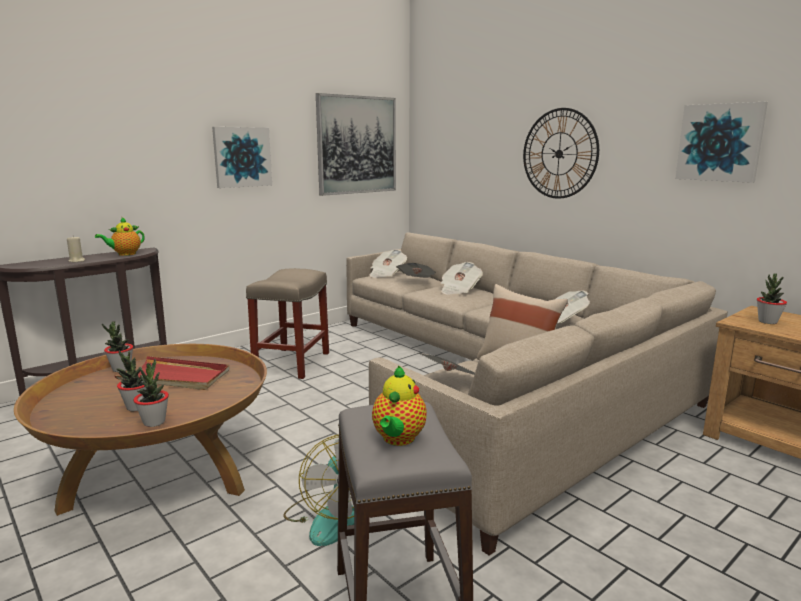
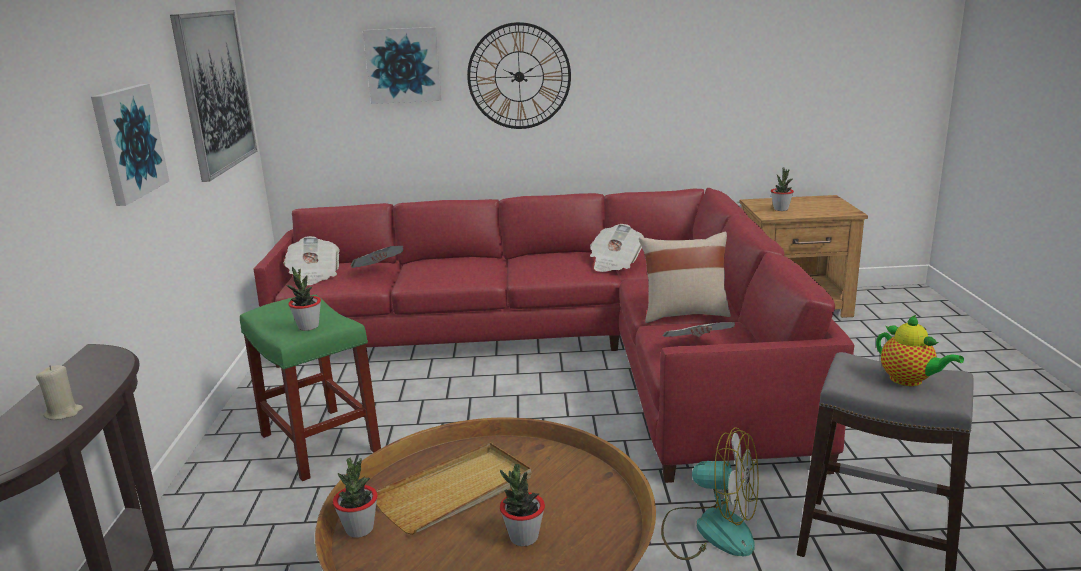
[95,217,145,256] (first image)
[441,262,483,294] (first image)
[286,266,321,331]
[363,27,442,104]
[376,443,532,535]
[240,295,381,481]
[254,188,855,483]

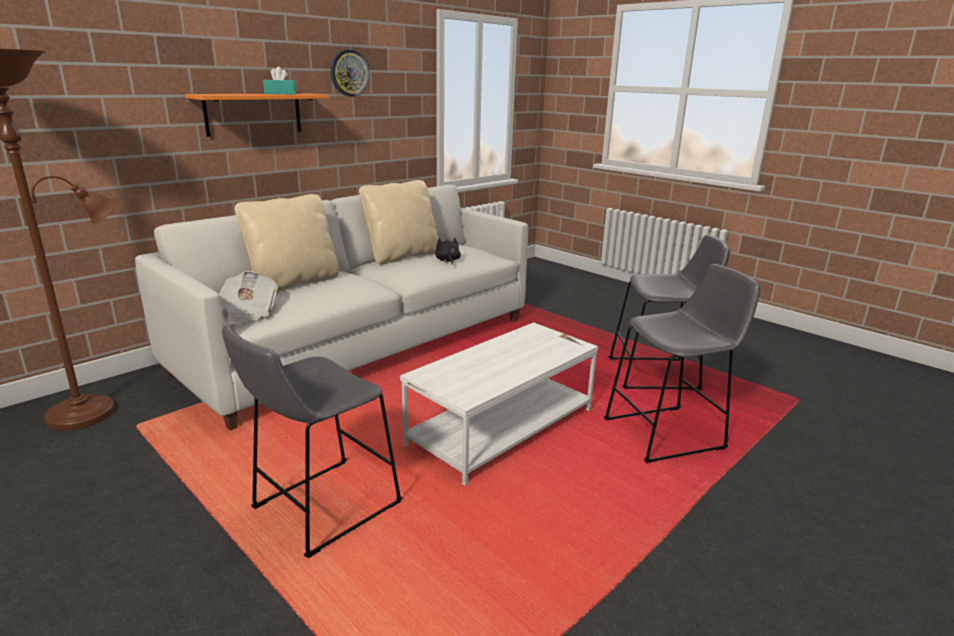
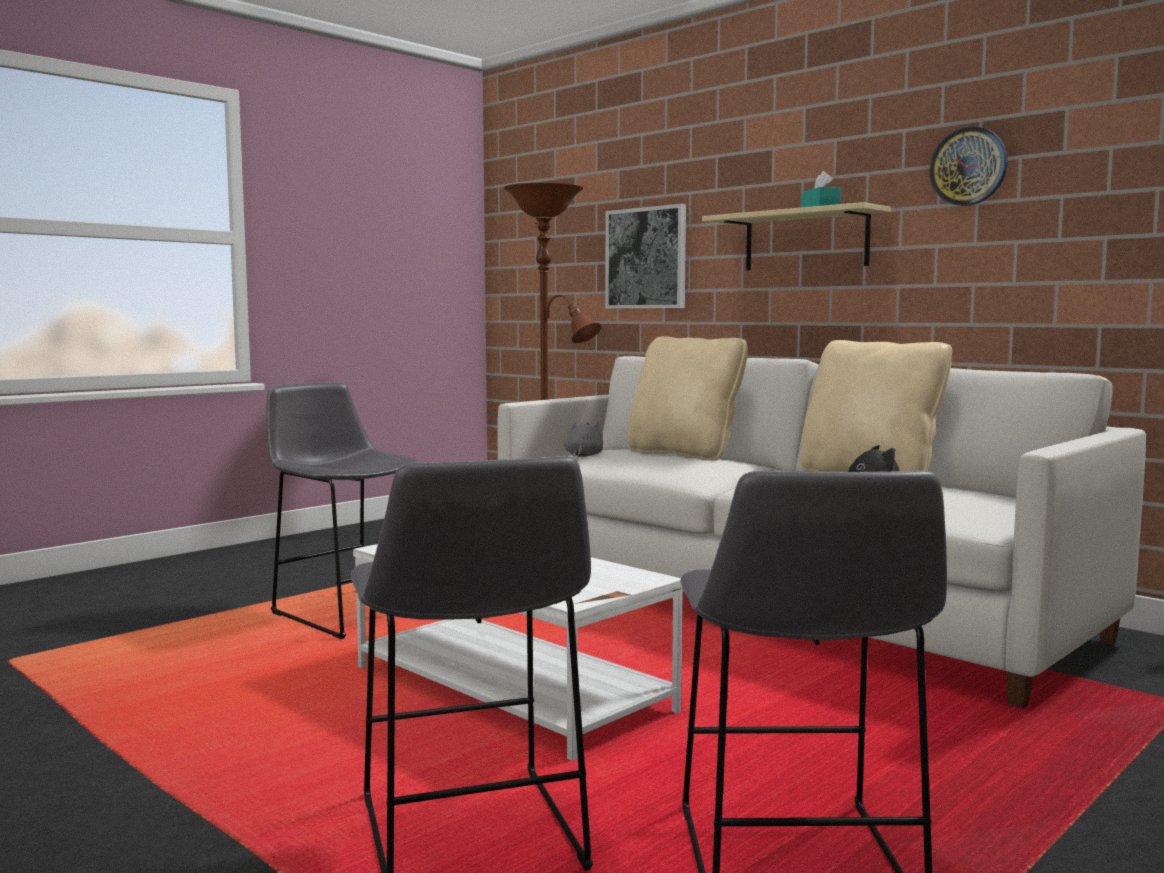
[605,204,686,308]
[564,421,603,458]
[702,202,891,270]

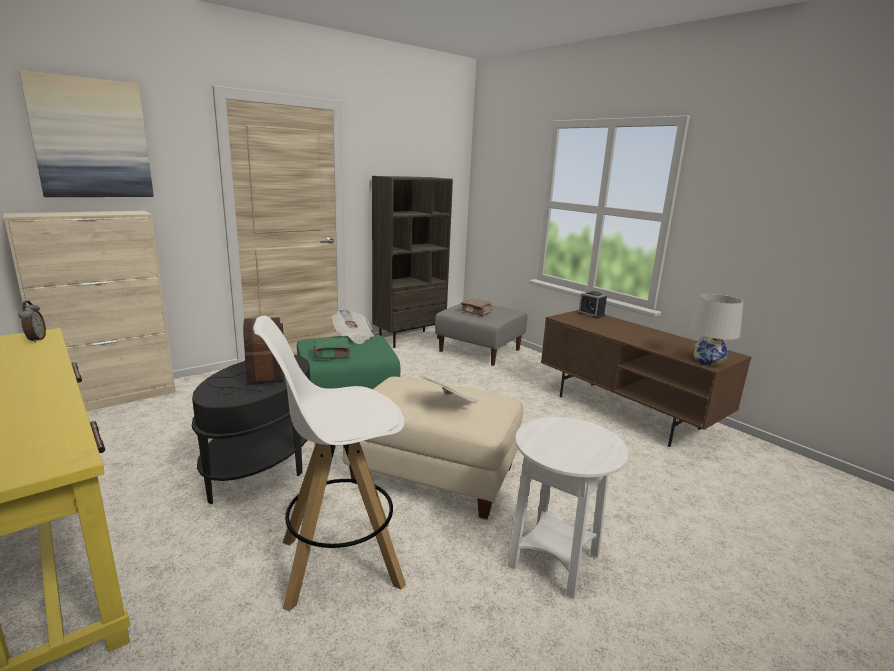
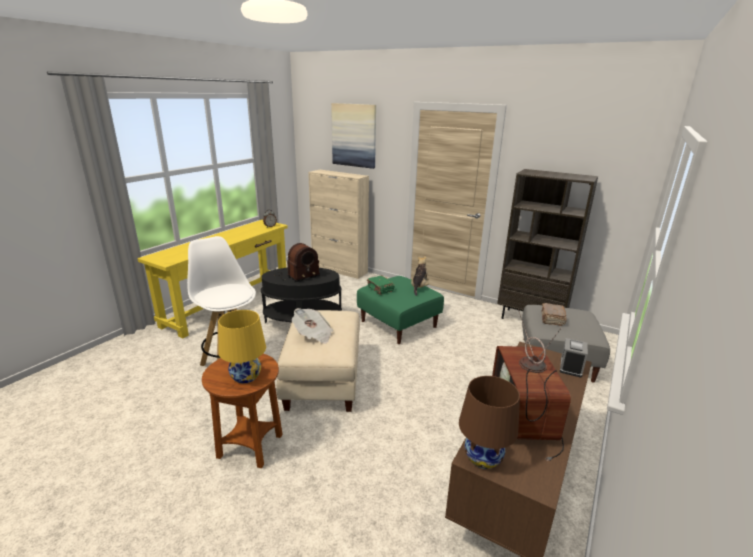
[218,310,266,383]
[492,309,571,461]
[411,256,429,296]
[202,354,283,468]
[459,376,520,469]

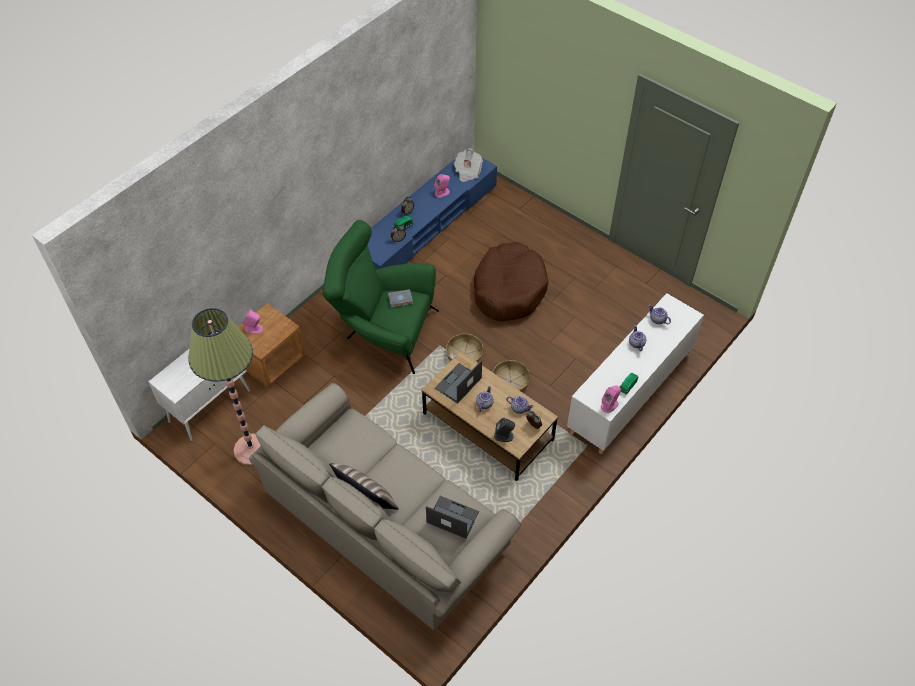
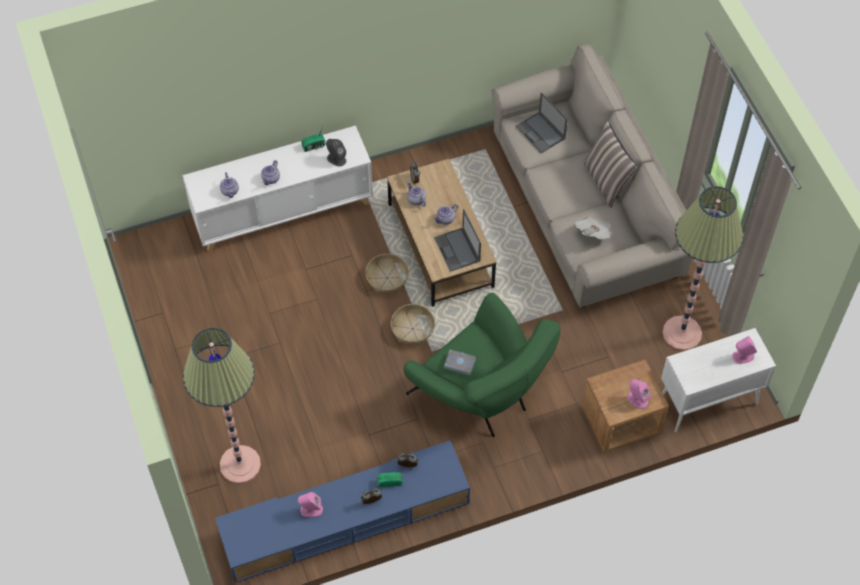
[474,241,548,322] (first image)
[183,328,261,484]
[575,216,612,239]
[326,139,346,167]
[732,336,757,364]
[434,209,481,272]

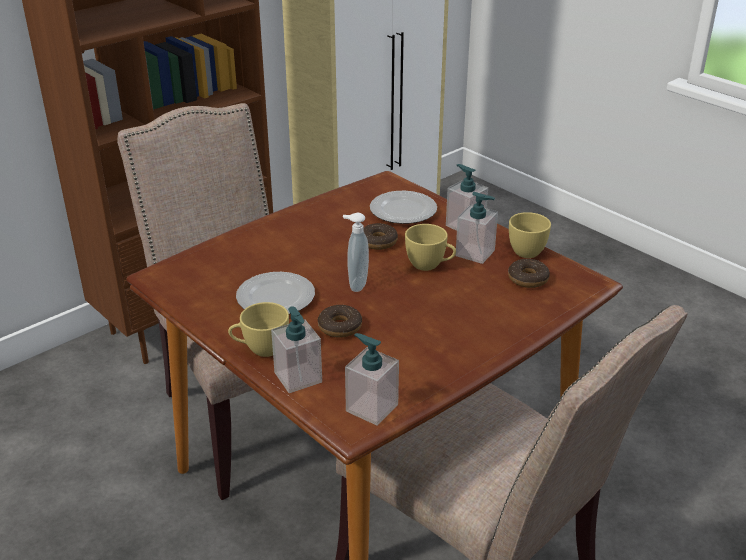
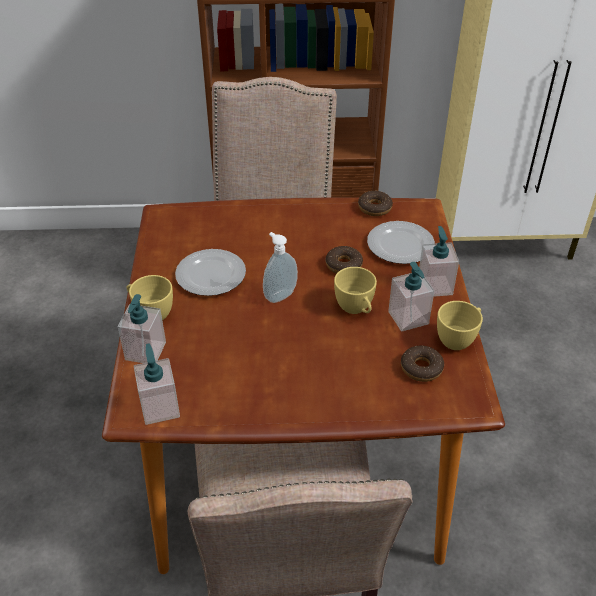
[358,191,393,216]

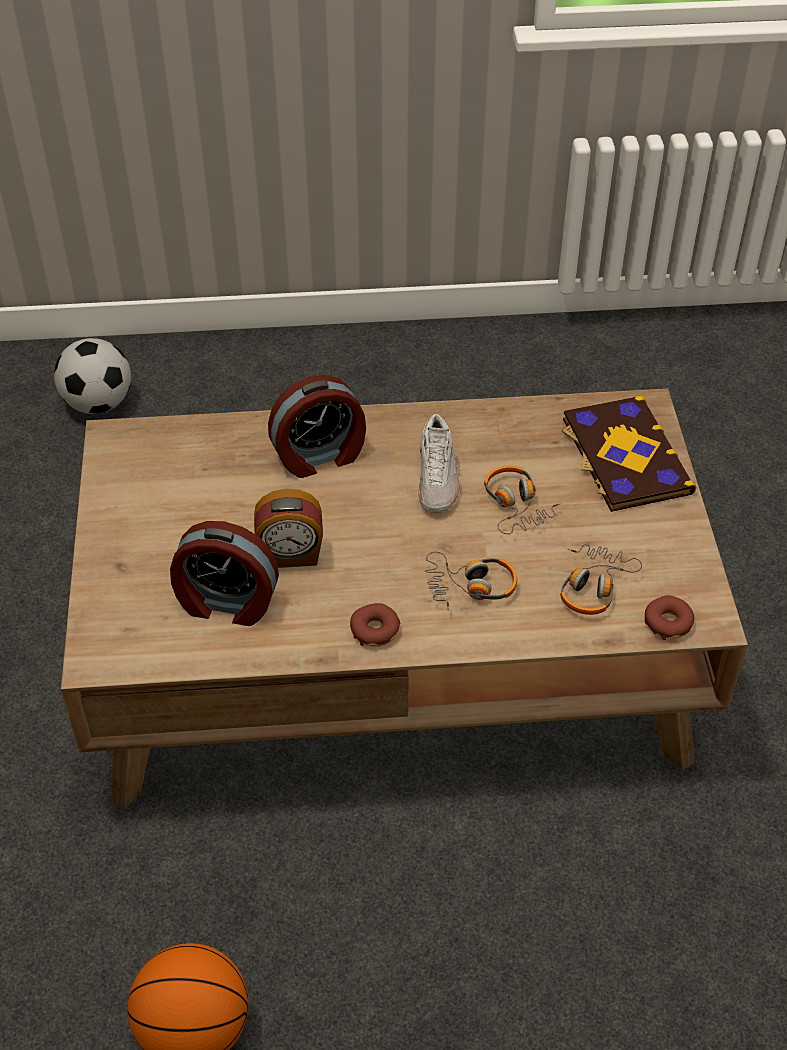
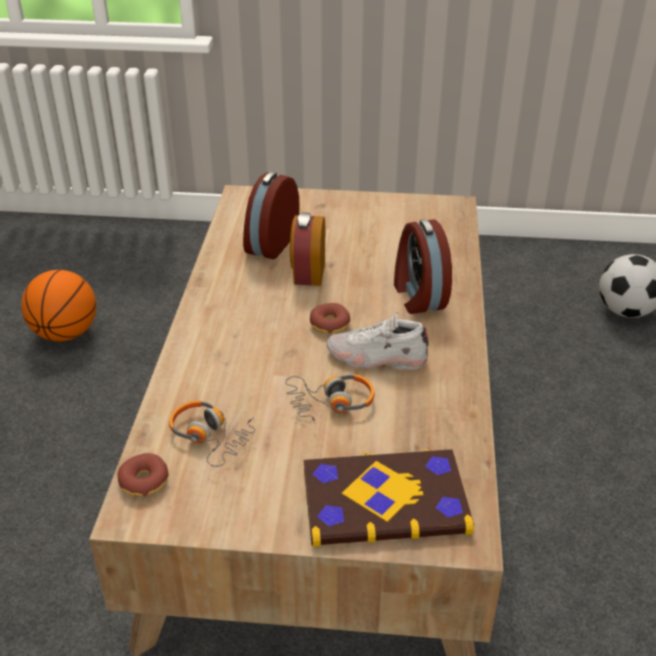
[425,552,517,610] (first image)
[310,303,350,334]

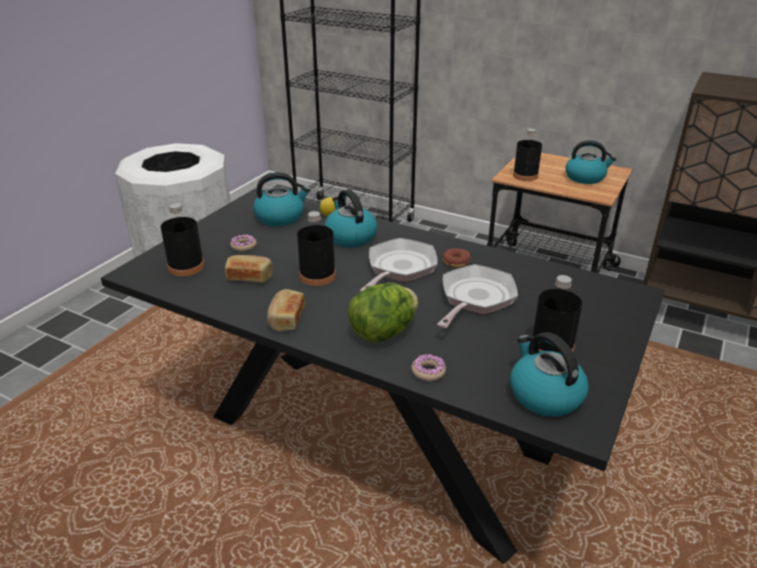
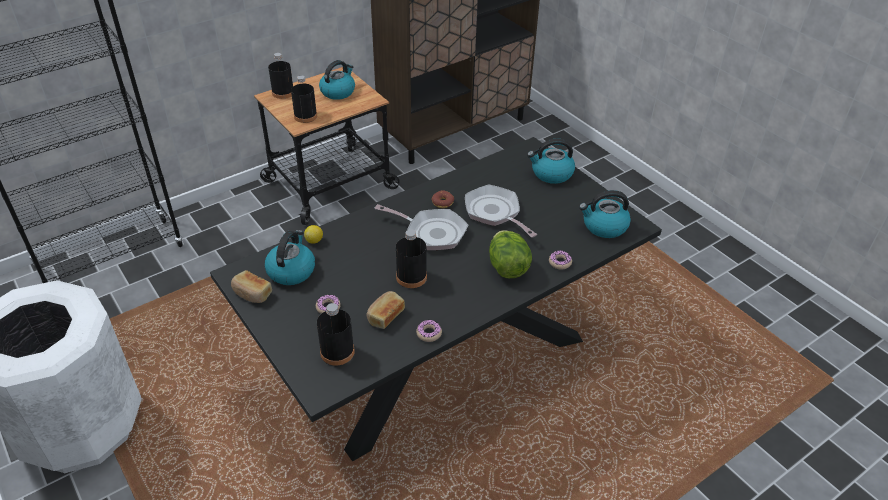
[416,320,442,342]
[231,270,272,303]
[527,139,575,184]
[268,53,293,99]
[375,204,468,250]

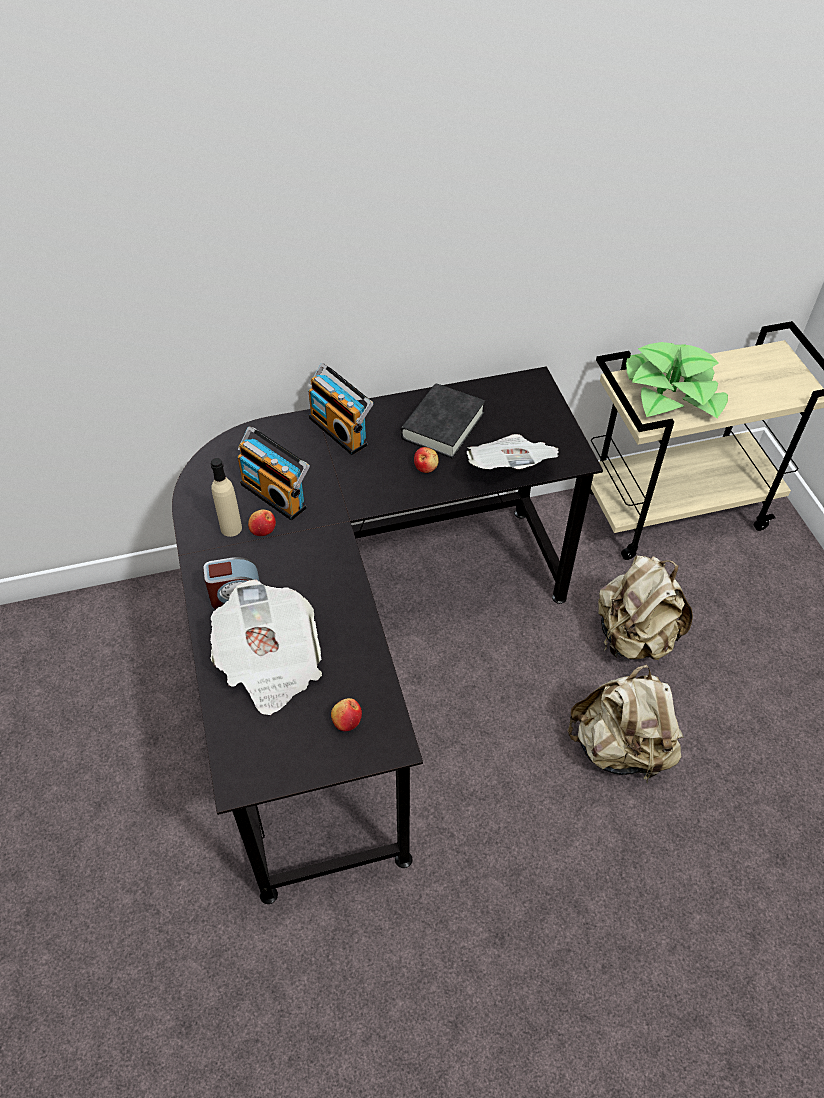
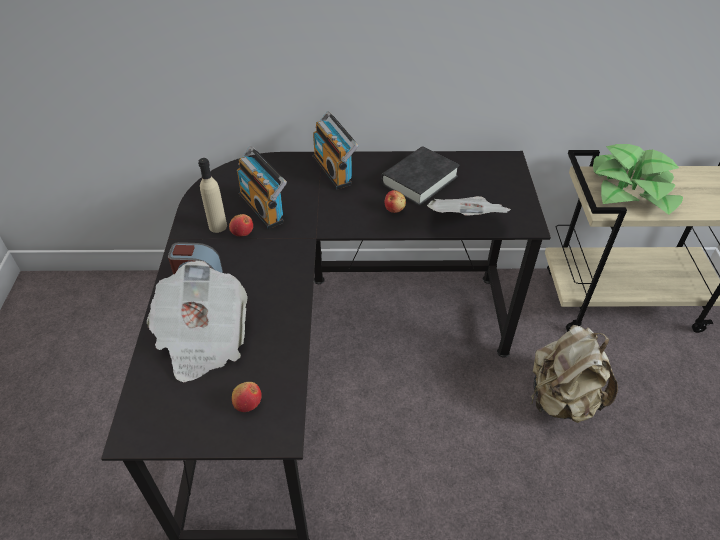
[568,664,684,784] (first image)

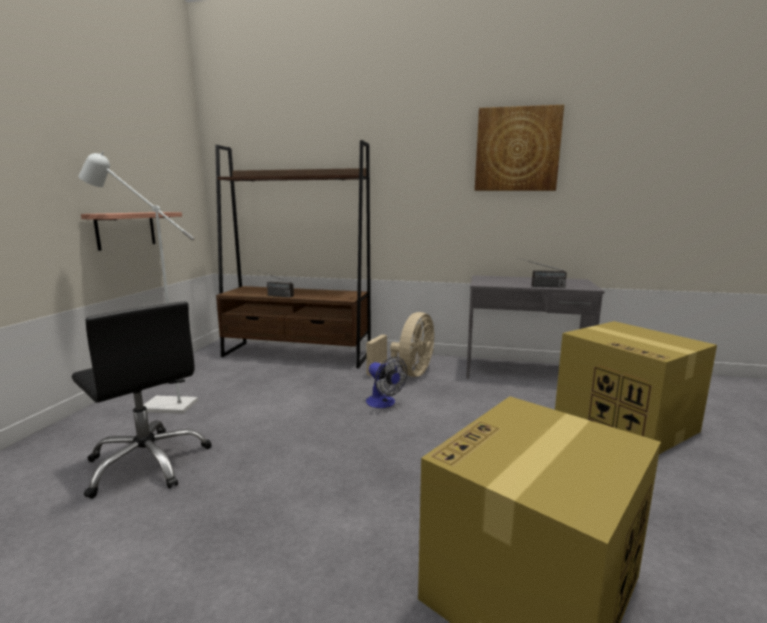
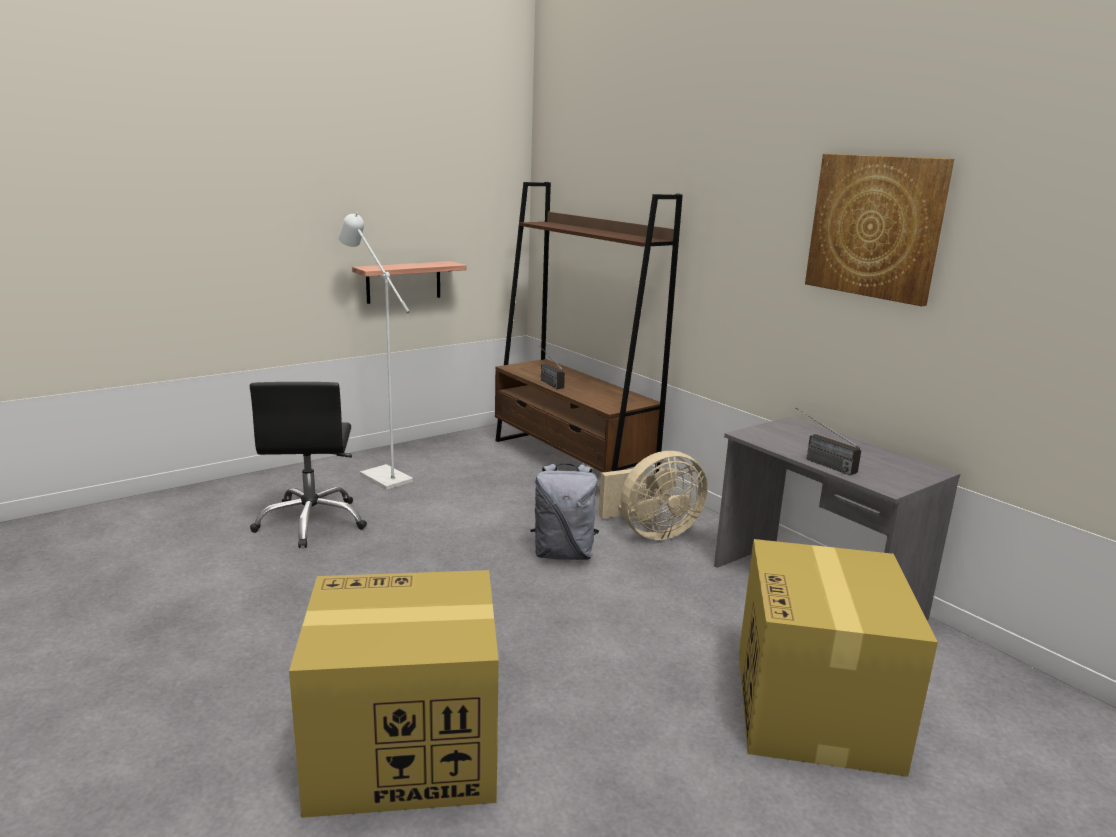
[531,463,599,560]

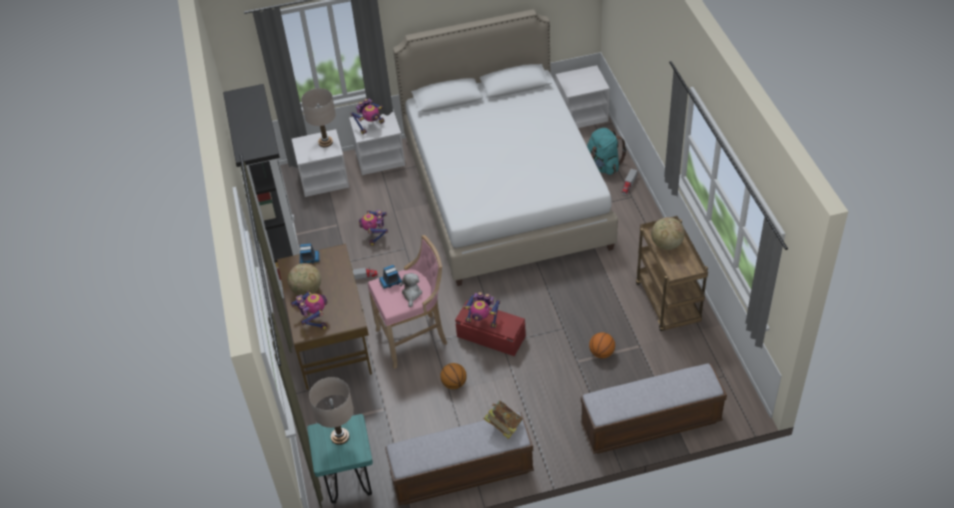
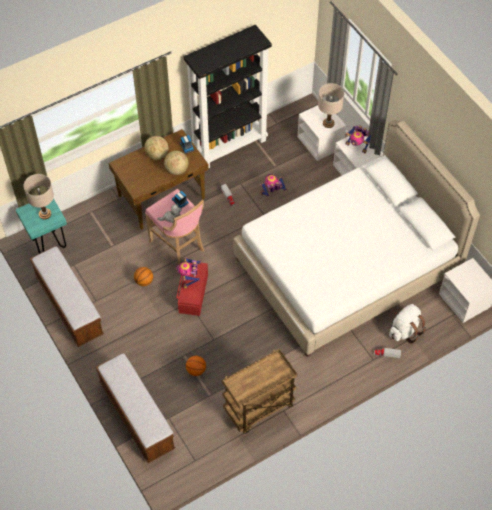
[291,291,327,330] (first image)
[483,400,523,439] (first image)
[164,151,189,175]
[389,304,426,344]

